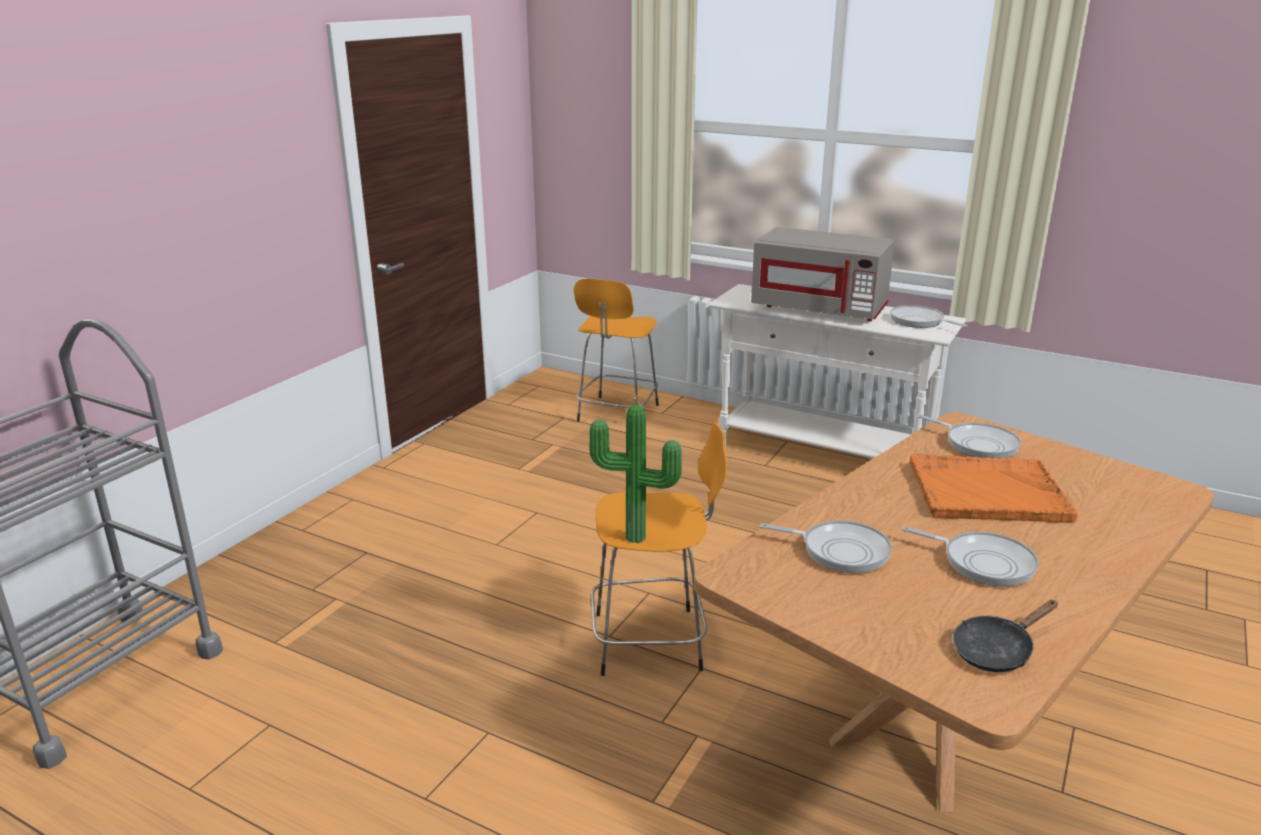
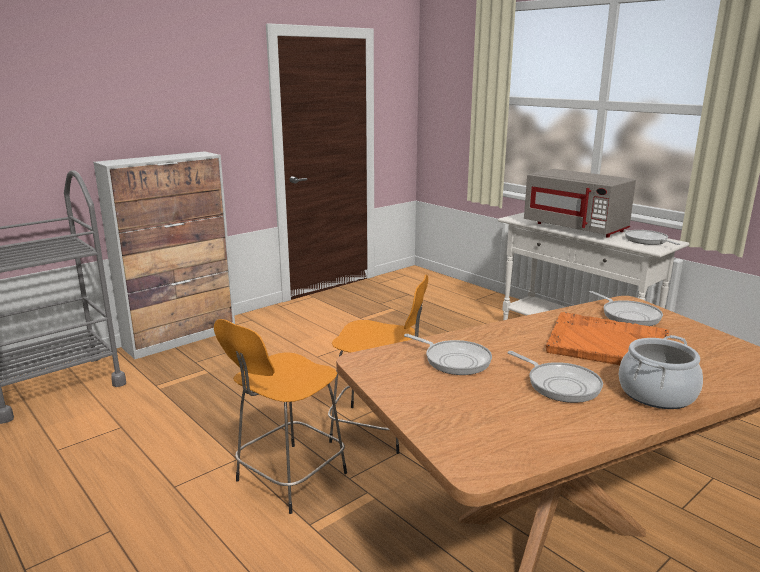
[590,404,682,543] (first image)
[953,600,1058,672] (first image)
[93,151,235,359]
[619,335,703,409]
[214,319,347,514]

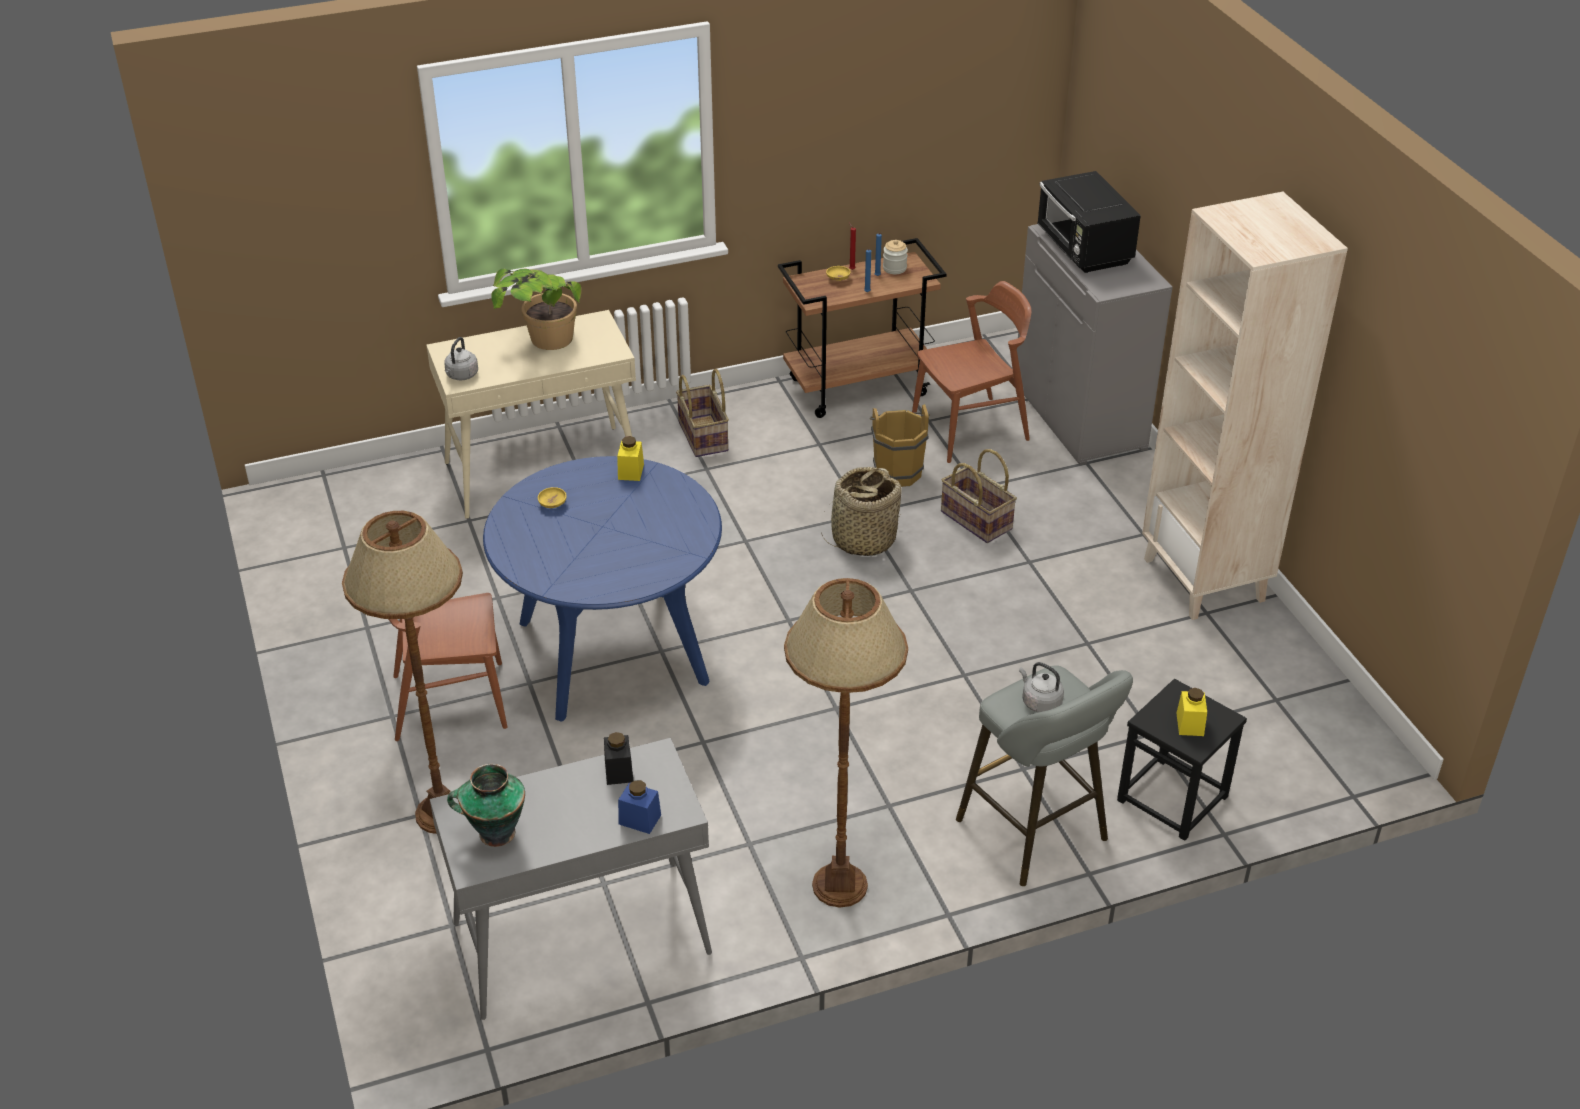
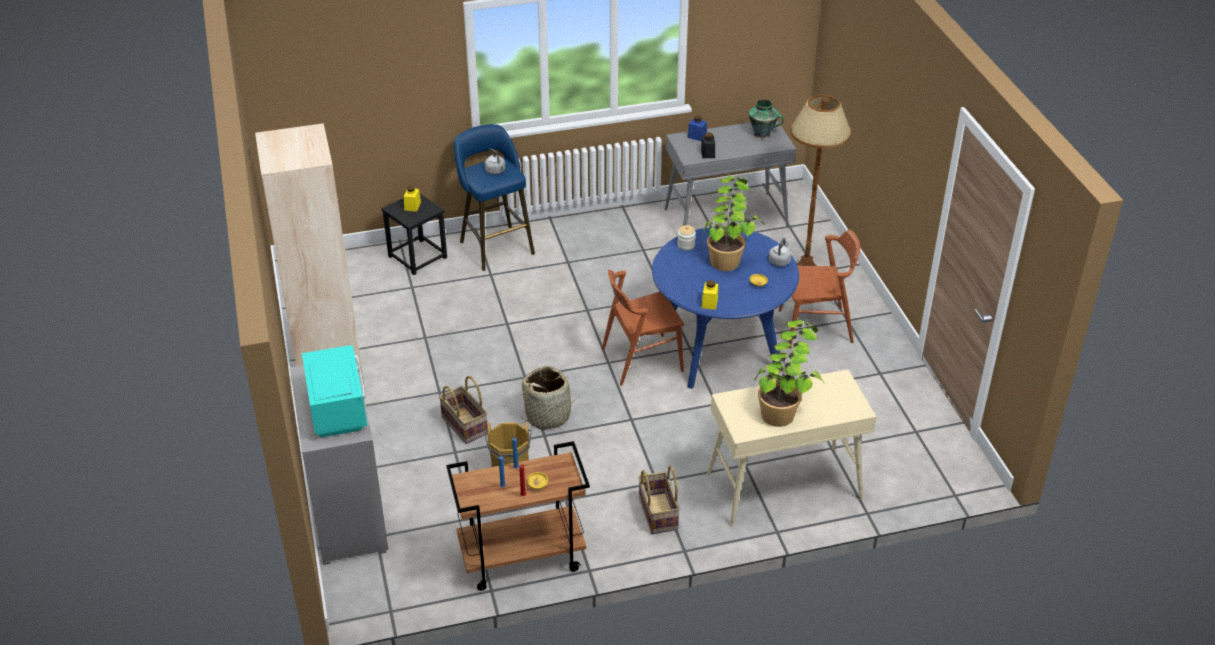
[784,578,908,908] (first image)
[703,176,764,271]
[769,238,791,266]
[677,225,696,250]
[602,270,684,386]
[454,124,535,271]
[302,345,368,438]

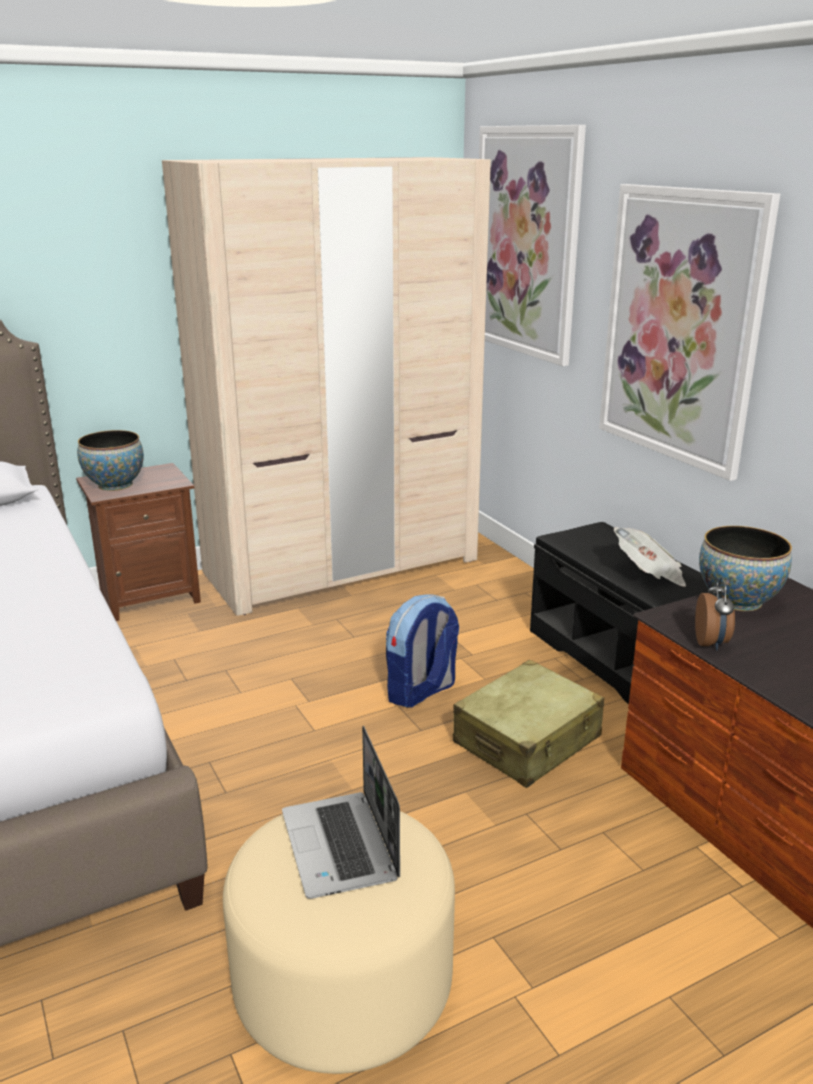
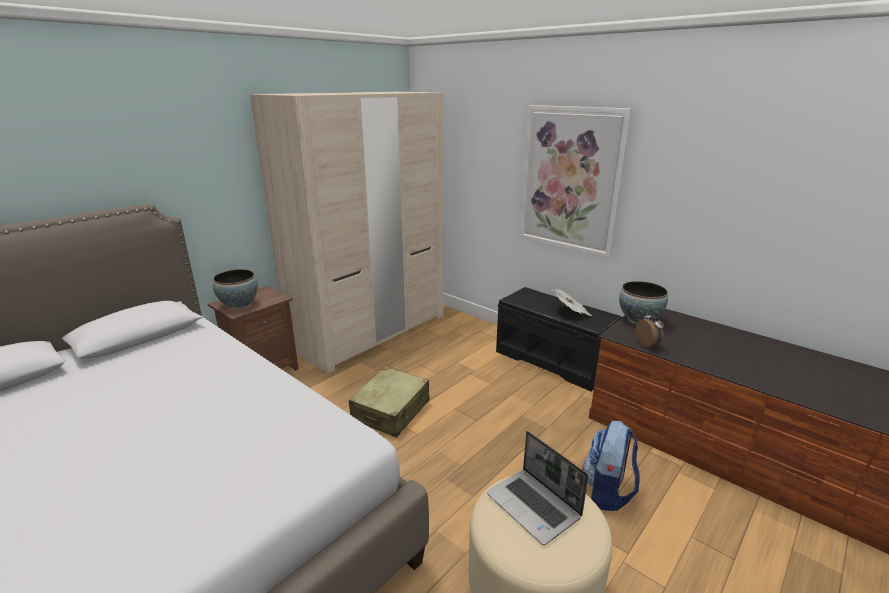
[479,125,586,366] (first image)
[582,421,640,511]
[349,367,429,438]

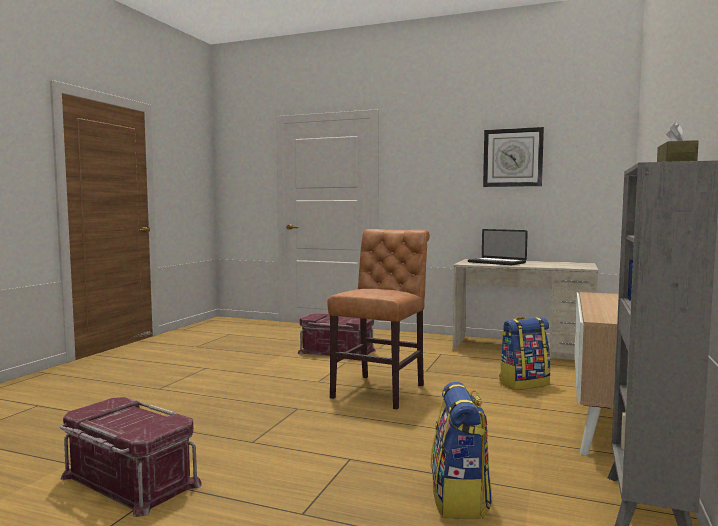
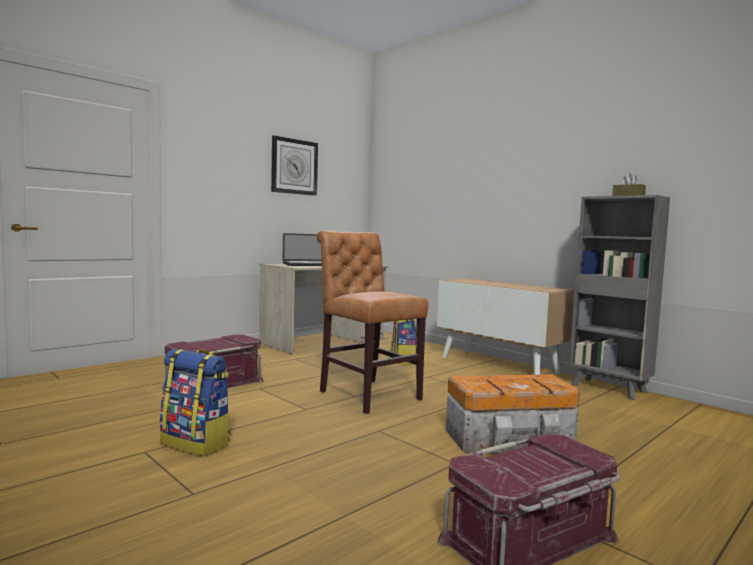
[446,374,580,454]
[160,349,230,456]

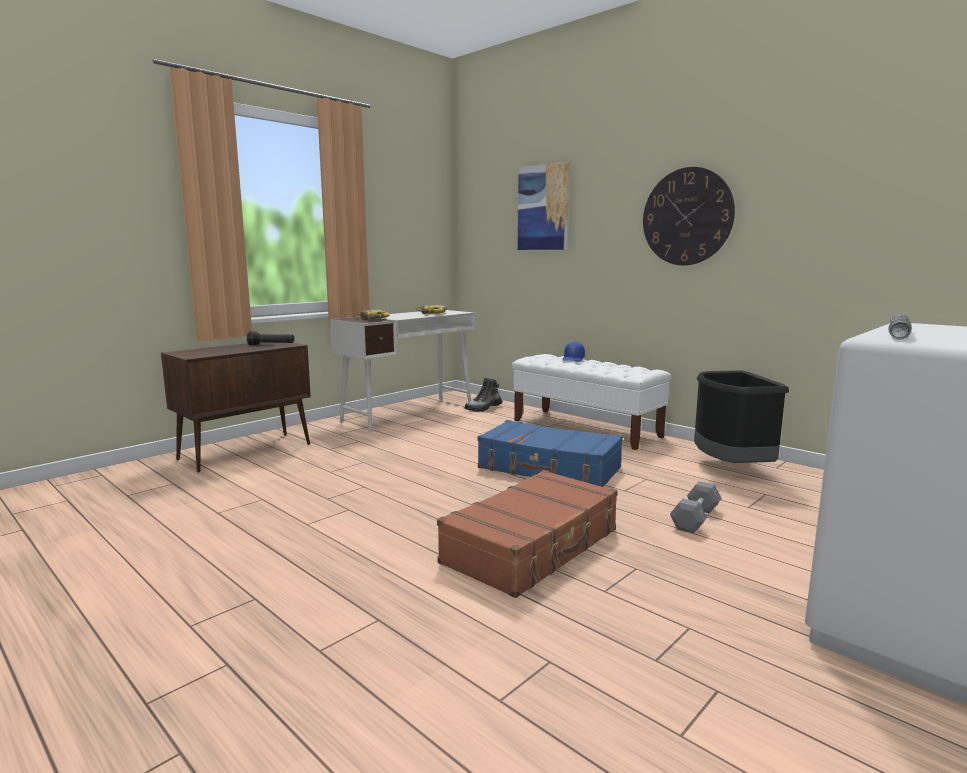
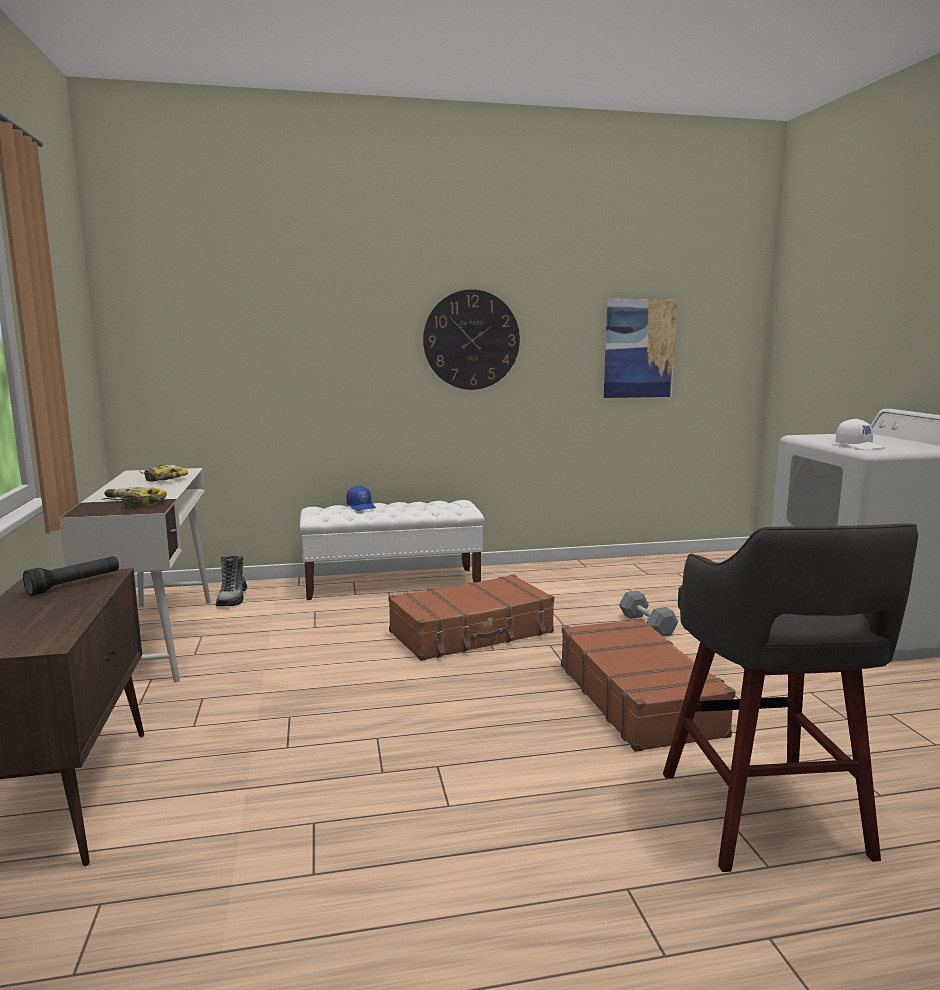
[694,370,789,463] (first image)
[663,523,918,872]
[604,299,677,398]
[835,419,884,450]
[388,574,554,661]

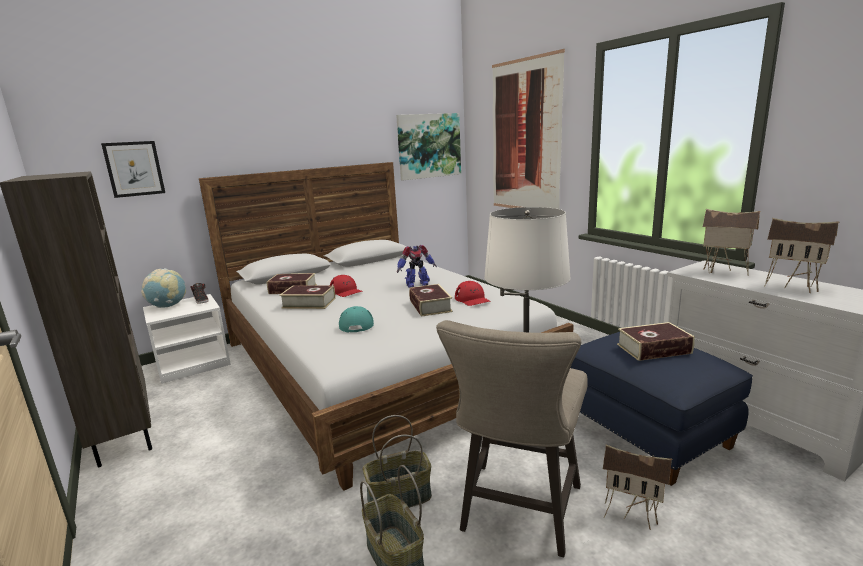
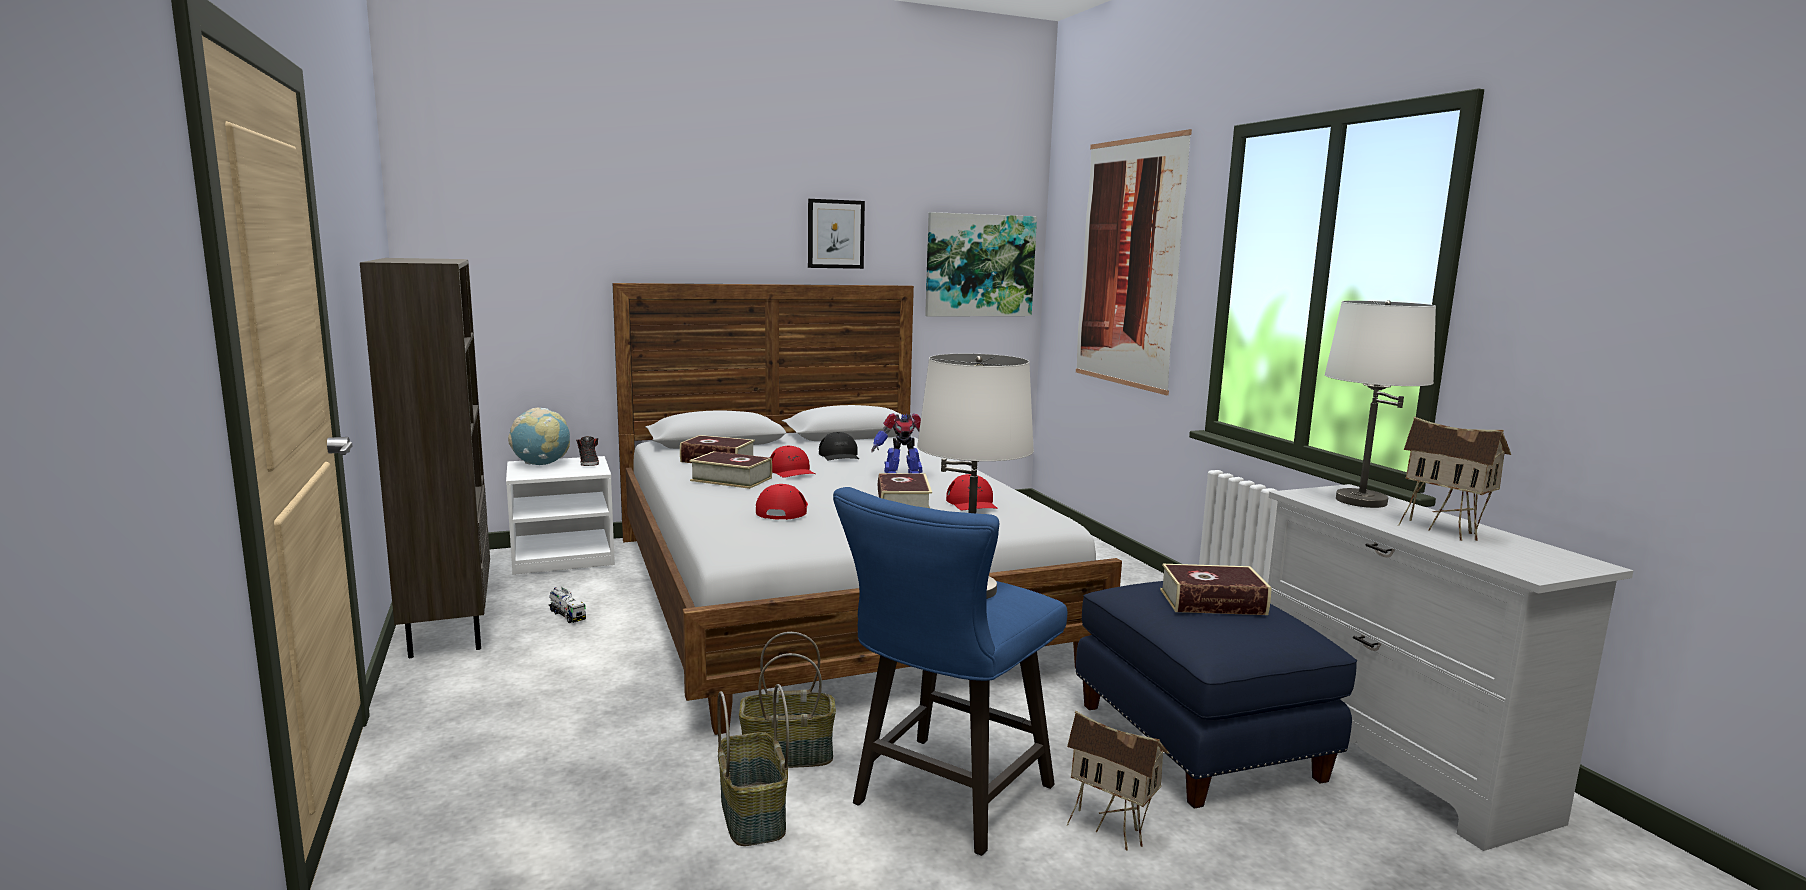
[549,587,586,623]
[819,432,859,460]
[808,199,865,269]
[1324,300,1436,508]
[756,484,808,520]
[833,487,1067,856]

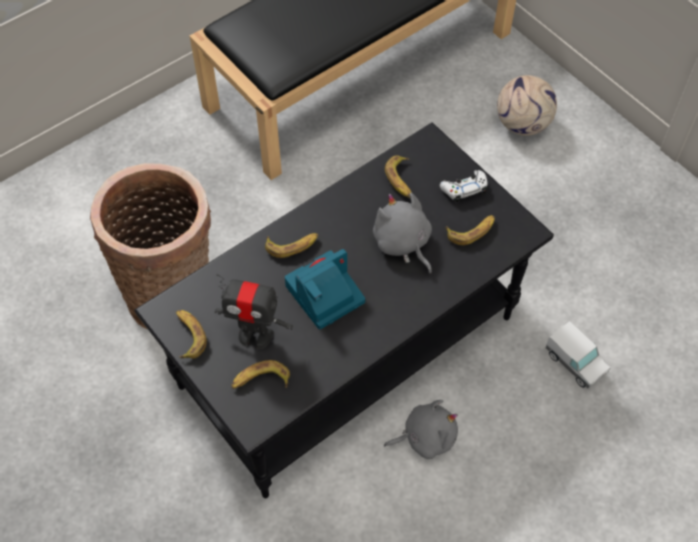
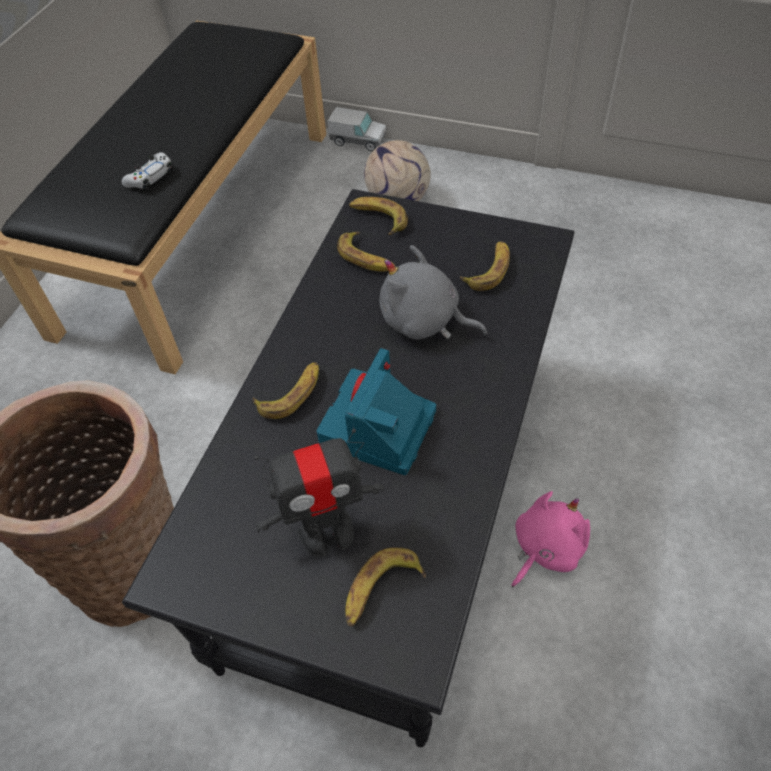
[349,197,408,235]
[122,152,173,190]
[327,107,386,151]
[512,491,590,588]

